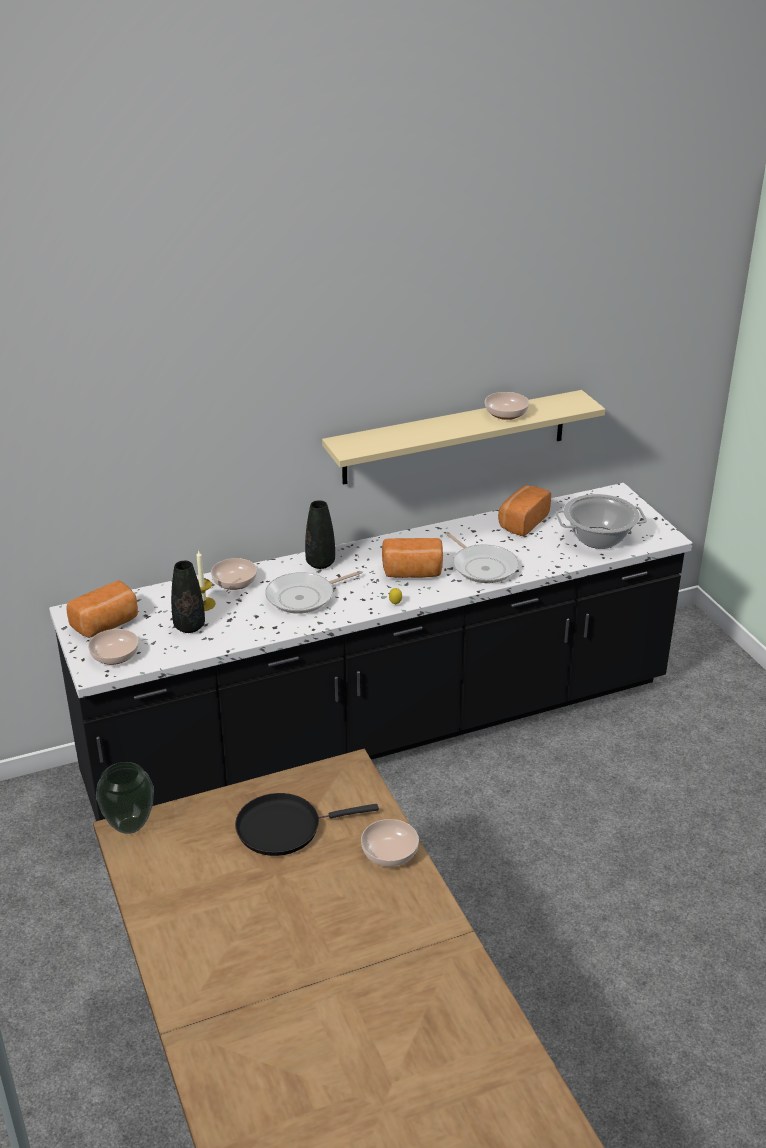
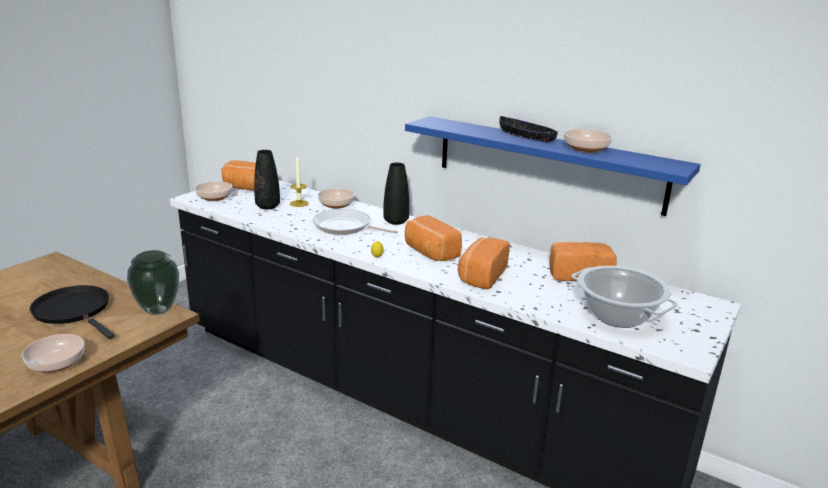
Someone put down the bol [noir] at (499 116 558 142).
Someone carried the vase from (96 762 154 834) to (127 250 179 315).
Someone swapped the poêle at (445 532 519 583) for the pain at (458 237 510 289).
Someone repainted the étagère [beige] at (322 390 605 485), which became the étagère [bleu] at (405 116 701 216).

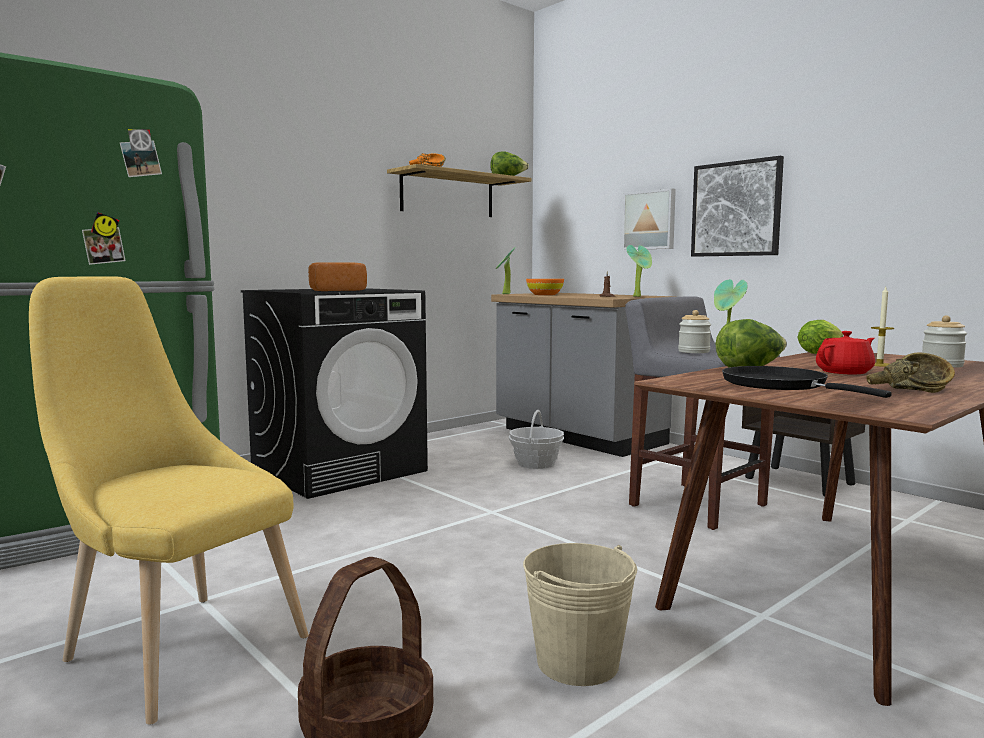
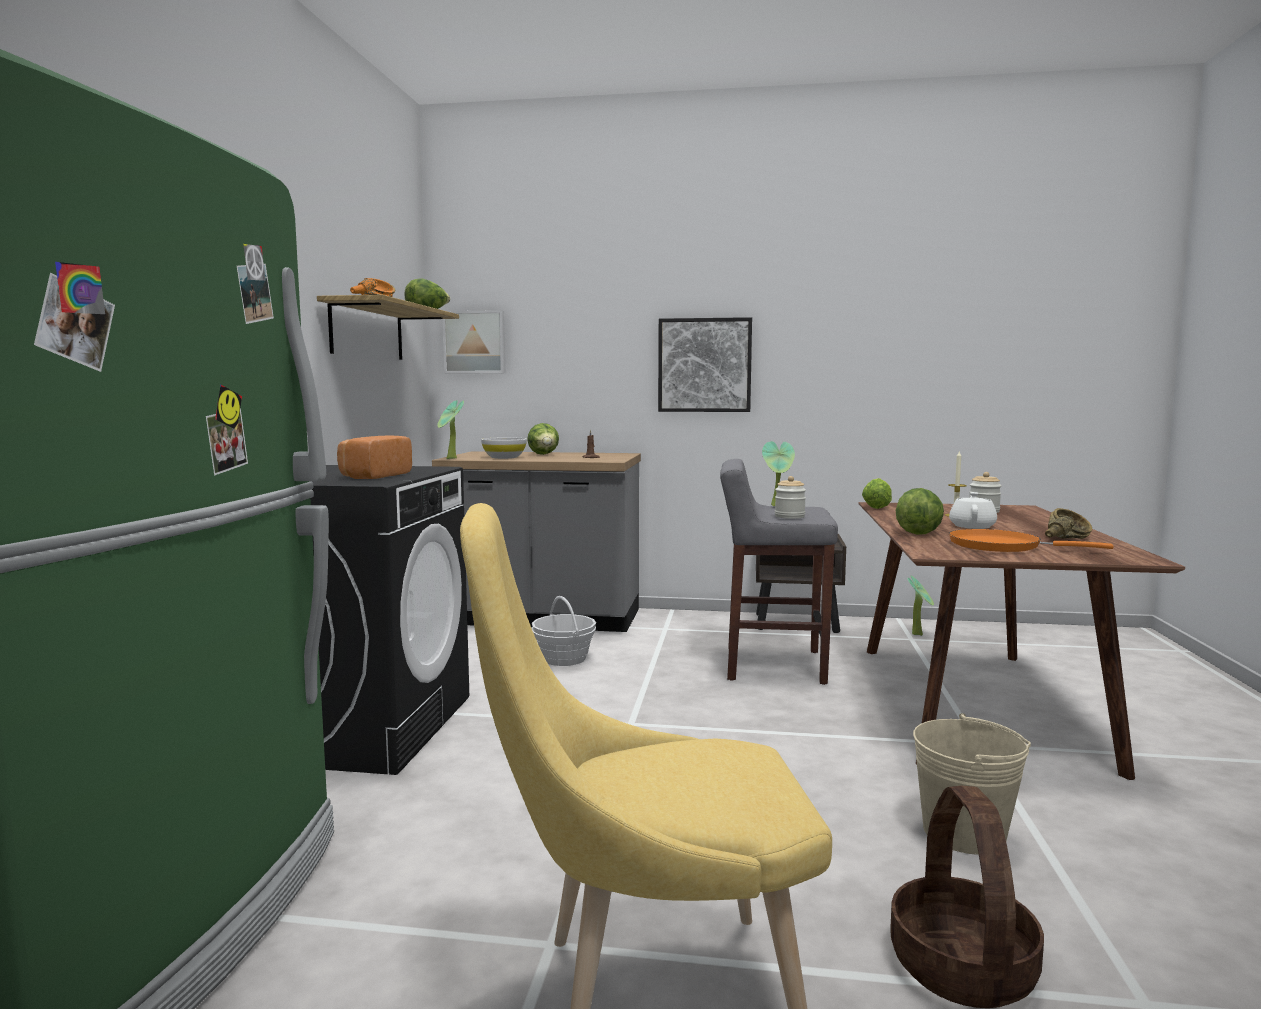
Someone put down the laitue at (527 423 559 455).
Someone carried the tableau from (622 188 676 250) to (443 310 505 373).
Someone carried the plante en pot from (626 245 652 297) to (907 576 934 636).
Someone repainted the bol [orange] at (526 279 564 295), which became the bol [blanc] at (481 437 527 459).
Someone repainted the poêle [noir] at (722 366 892 398), which became the poêle [orange] at (949 529 1114 552).
Someone repainted the théière [rouge] at (816 331 875 374), which became the théière [blanc] at (949 492 997 529).

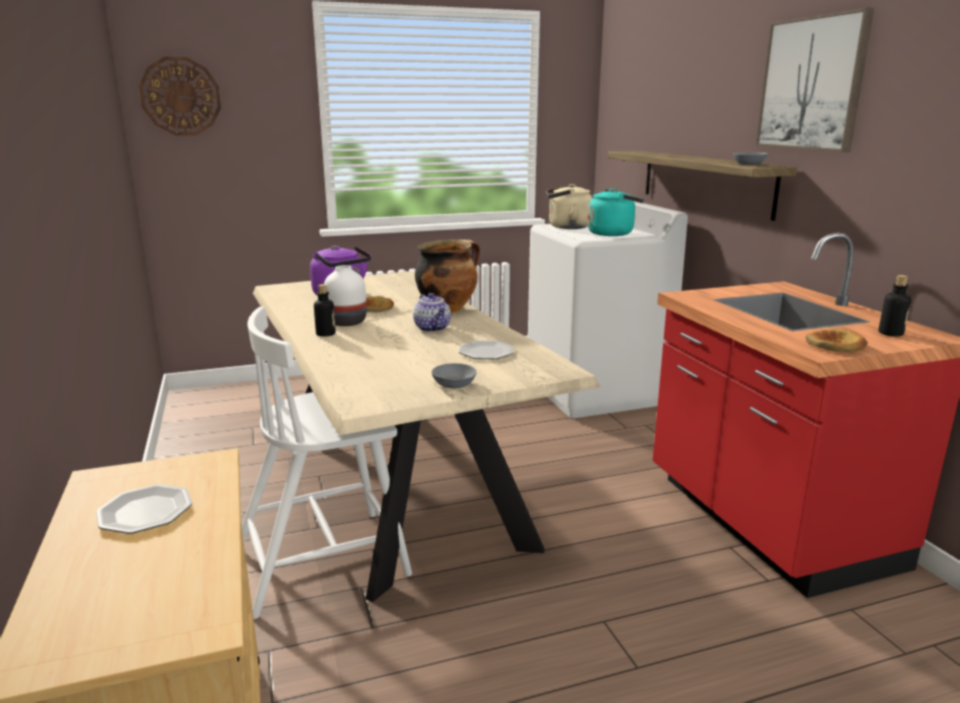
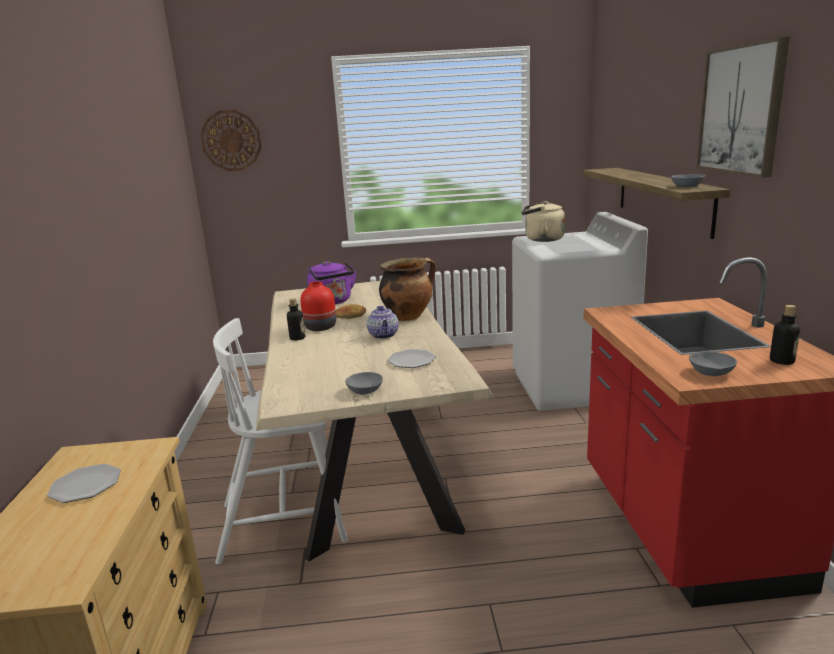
Someone took away the bouilloire [turquoise] at (588 188 644 236).
Someone swapped the pain at (805 329 868 352) for the bol [gris] at (689 351 737 376).
Someone repainted the vase [blanc] at (324 265 367 326), which became the vase [rouge] at (300 281 336 331).

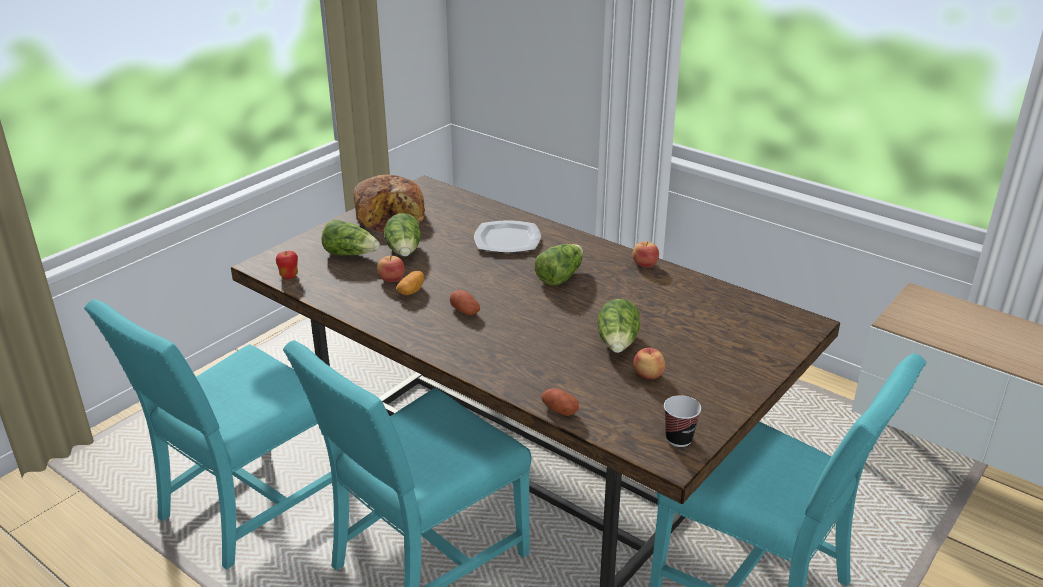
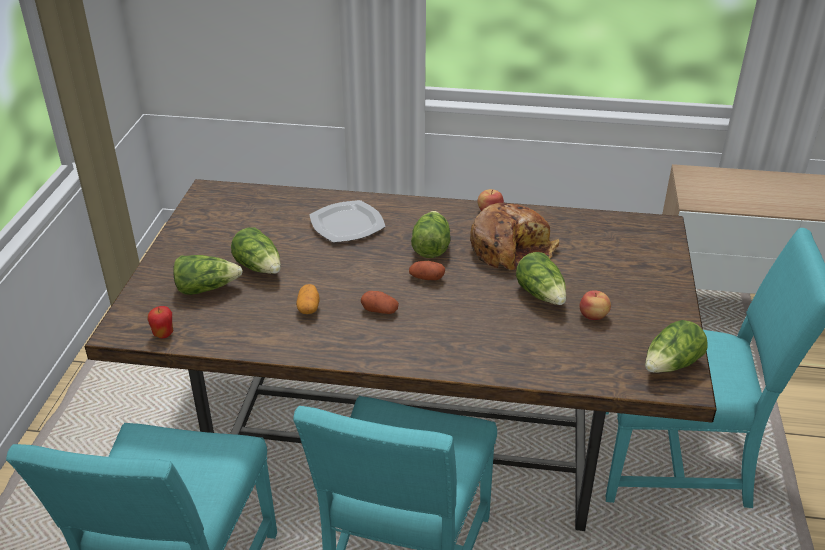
Someone took away the pomme at (377 256 405 282).
Someone carried the pain from (353 175 427 232) to (470 203 559 270).
Someone carried the pomme de terre from (541 388 579 416) to (409 261 445 280).
Someone swapped the tasse at (664 395 701 447) for the laitue at (645 320 708 373).

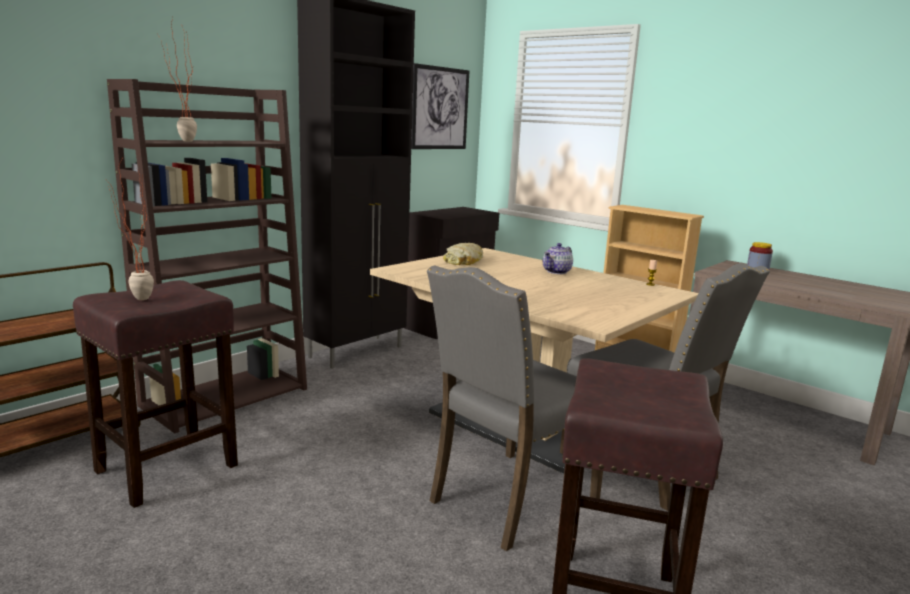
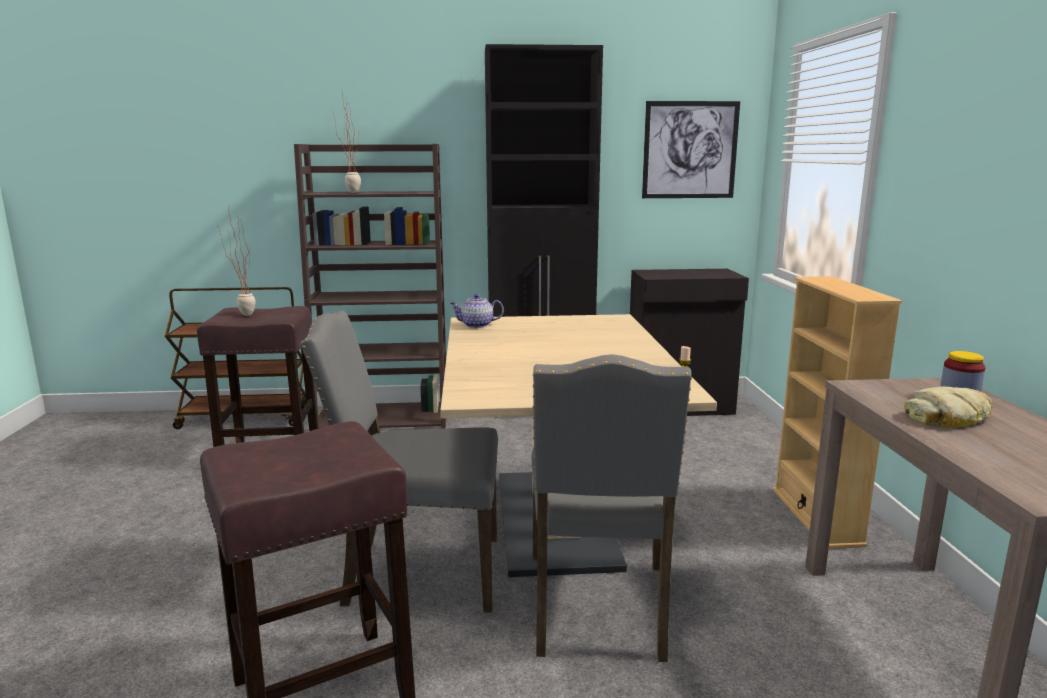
Someone carried the pain from (443 243 483 265) to (904 386 993 428).
Someone carried the théière from (543 243 573 274) to (450 294 504 328).

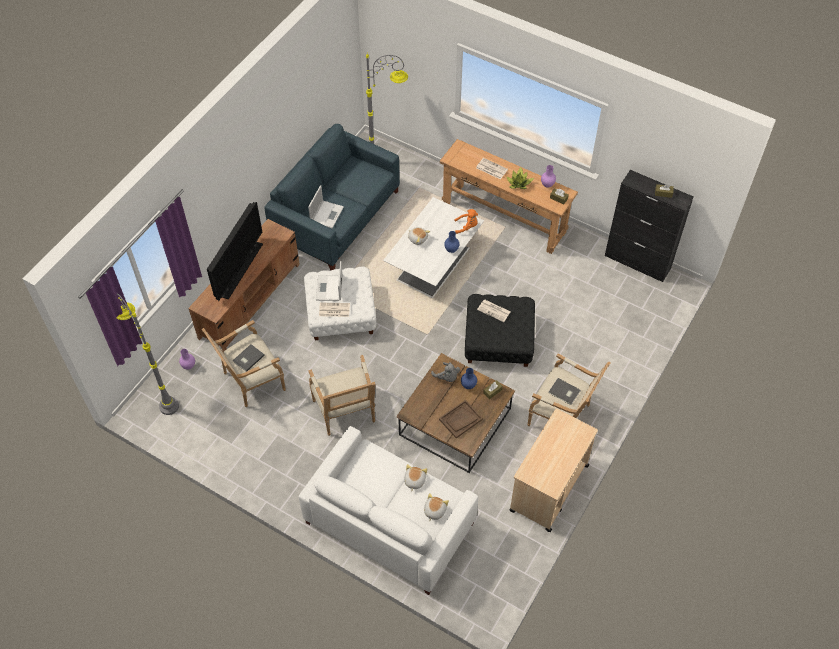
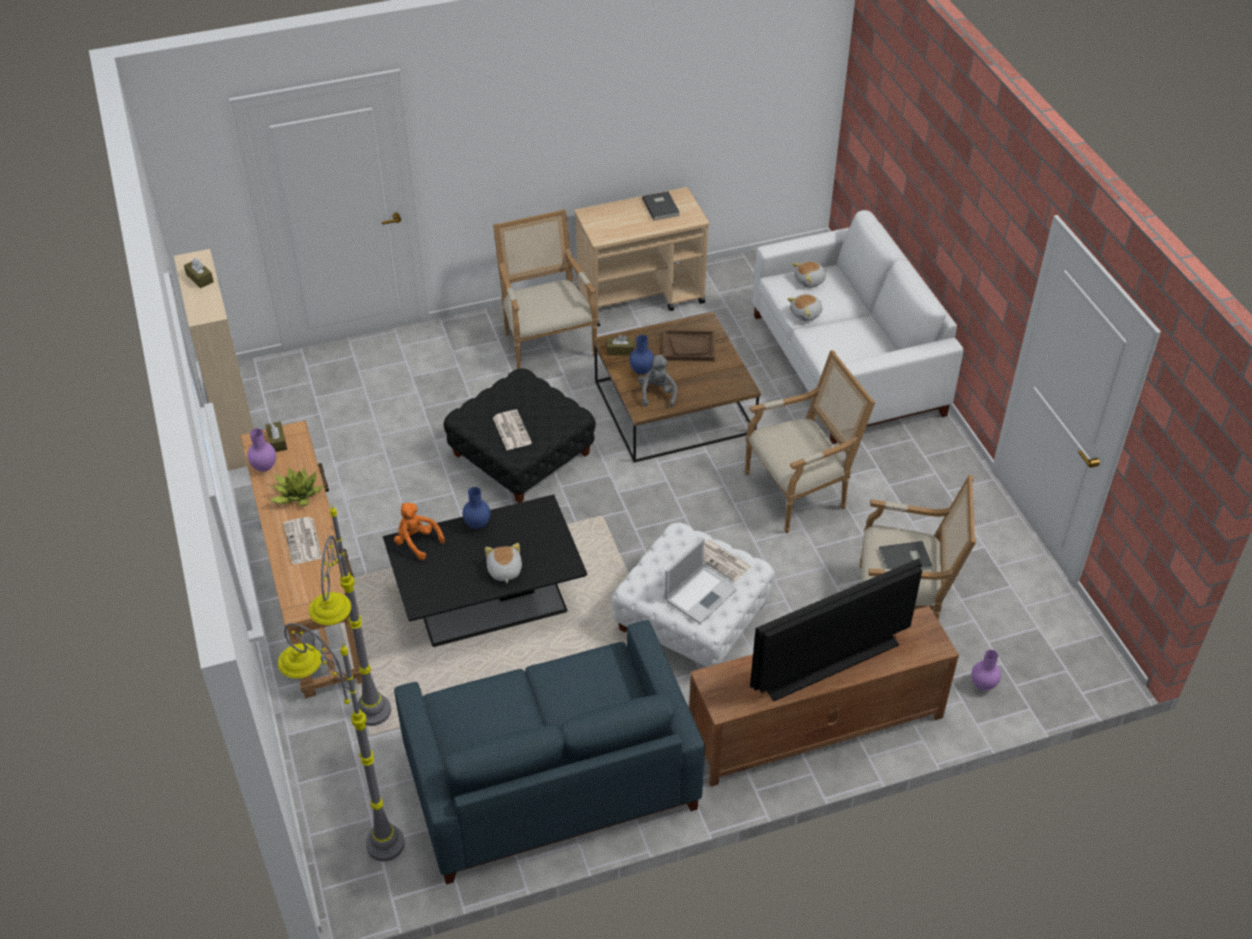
Someone took away the ordinateur portable at (308 185 344 228).
Someone carried the lampadaire [gris] from (117 294 179 415) to (309 504 391 726).
Someone carried the livre [gris] from (549 378 581 405) to (642 191 680 220).
Someone repainted the table basse [blanc] at (383 197 484 298), which became the table basse [noir] at (383 494 587 647).
Someone repainted the meuble de rangement [noir] at (605 170 694 282), which became the meuble de rangement [beige] at (174 249 254 471).
Someone rotated the fauteuil at (308 355 376 436) by 45 degrees clockwise.

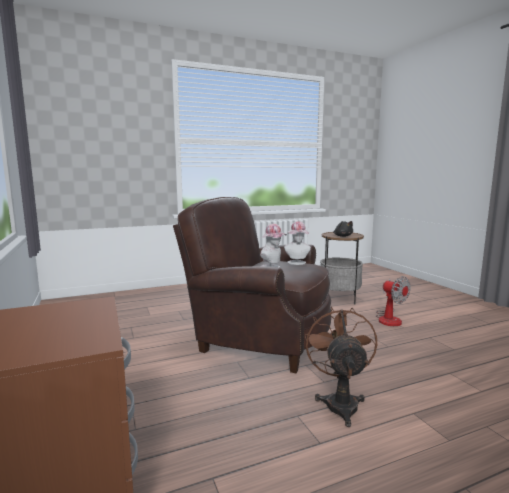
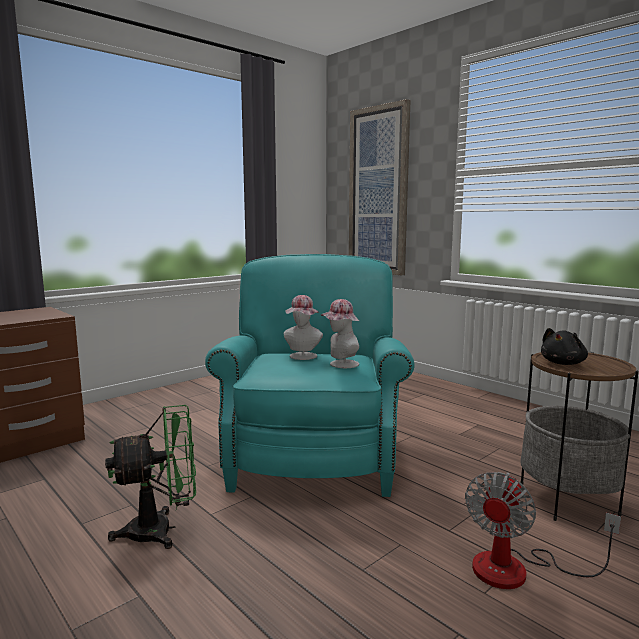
Someone put up the tableau at (349 99 410 276).
Someone repainted the fauteuil [marron] at (173 197 331 373), which became the fauteuil [turquoise] at (205 254 415 497).
Someone repainted the ventilateur [marron] at (305 306 377 427), which became the ventilateur [vert] at (105 405 196 549).

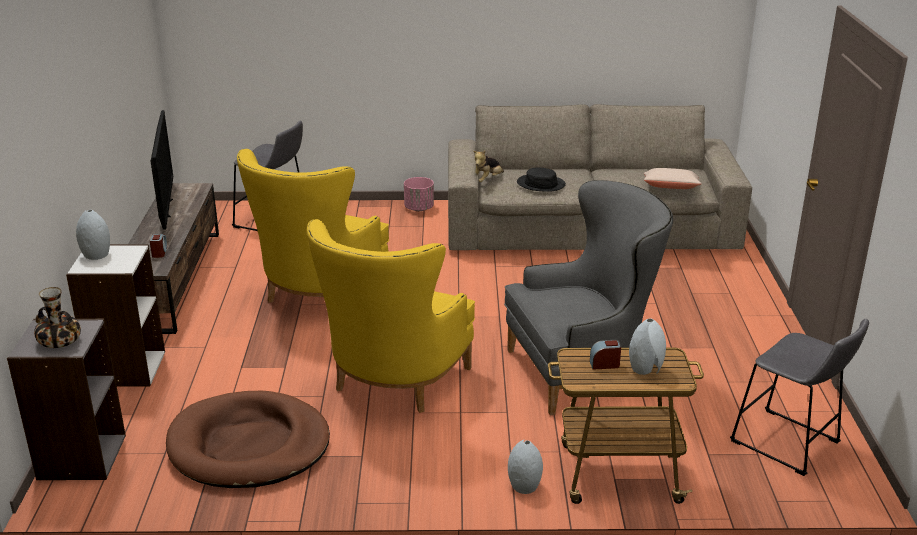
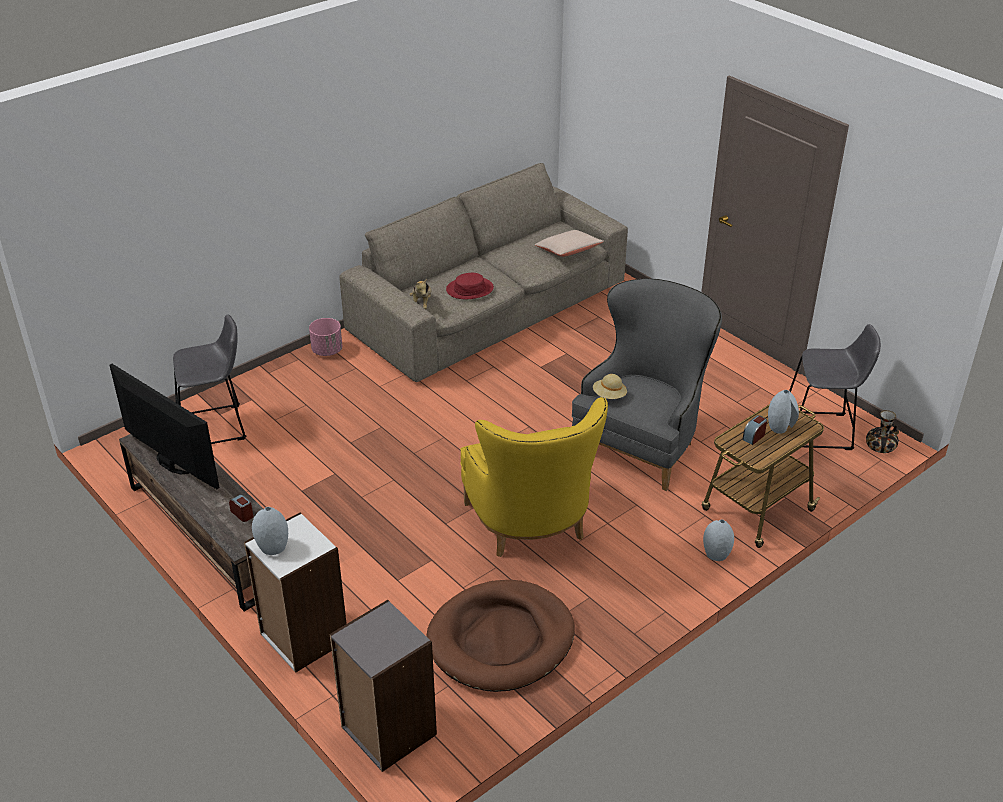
Someone took away the fauteuil [jaune] at (237 149 389 303).
Someone put down the chapeau [beige] at (593 374 627 399).
Someone carried the vase from (34 287 81 348) to (866 410 899 453).
Someone repainted the chapeau [noir] at (517 167 566 192), which became the chapeau [rouge] at (446 273 494 299).

